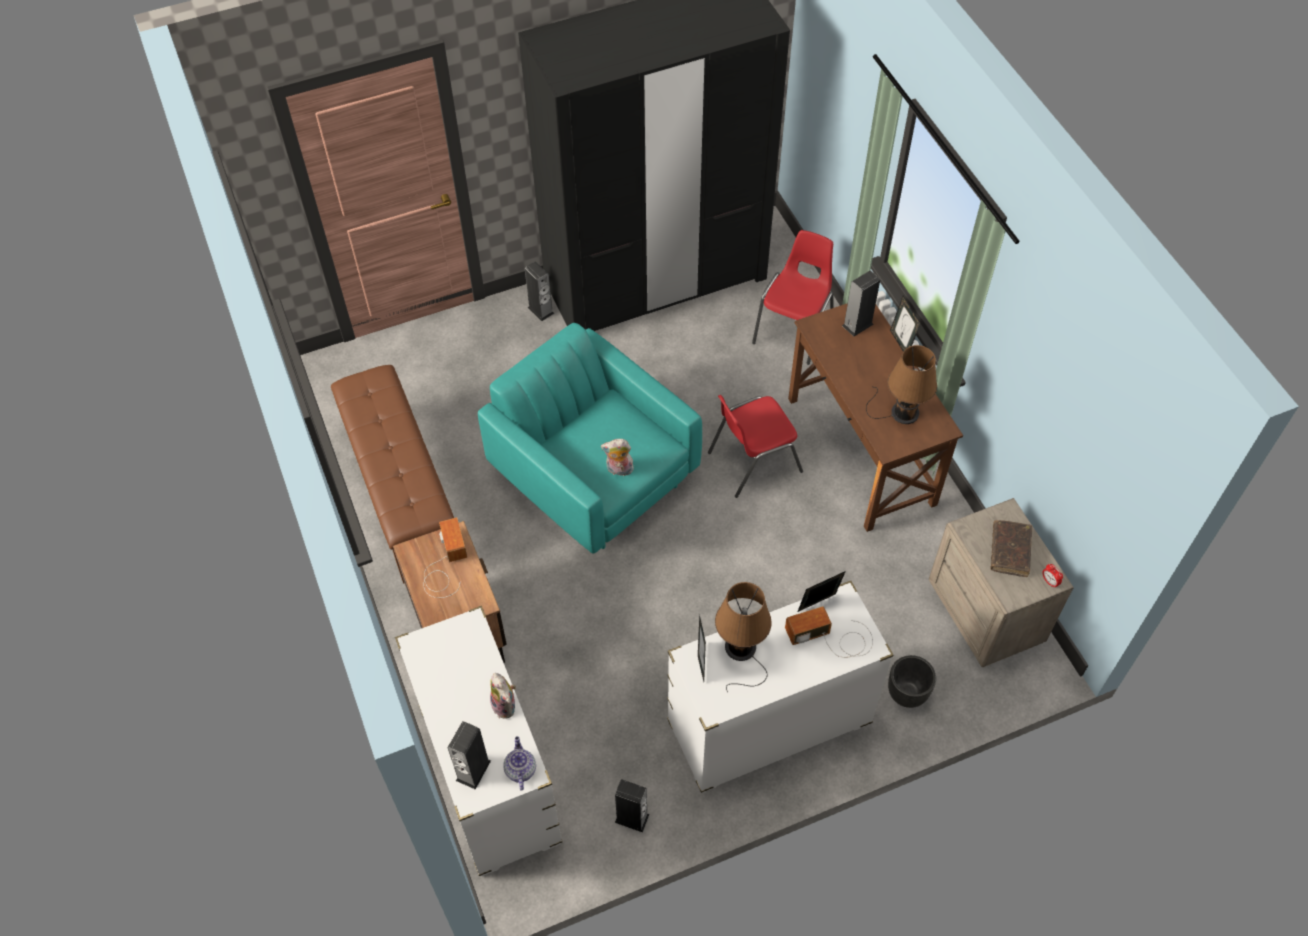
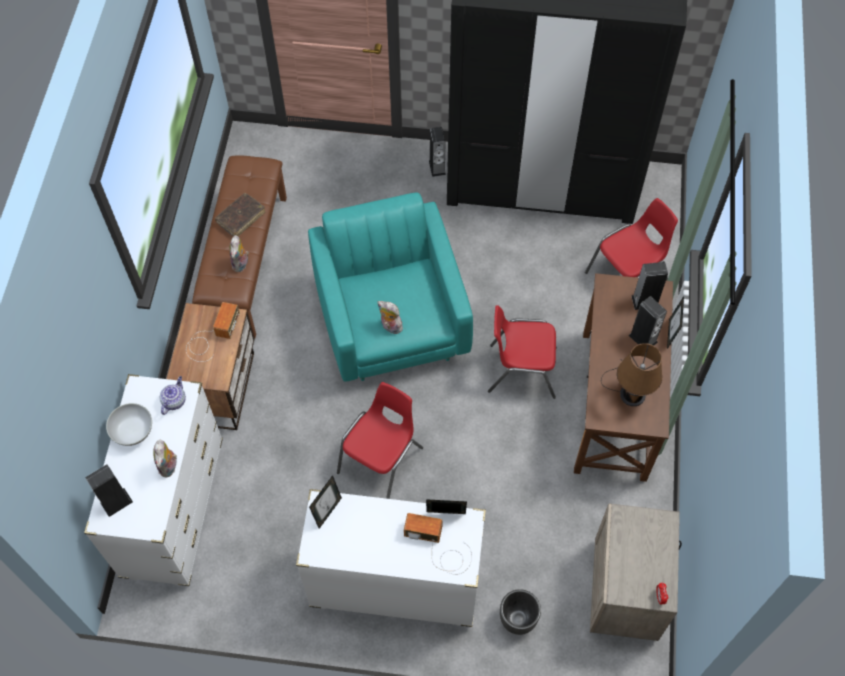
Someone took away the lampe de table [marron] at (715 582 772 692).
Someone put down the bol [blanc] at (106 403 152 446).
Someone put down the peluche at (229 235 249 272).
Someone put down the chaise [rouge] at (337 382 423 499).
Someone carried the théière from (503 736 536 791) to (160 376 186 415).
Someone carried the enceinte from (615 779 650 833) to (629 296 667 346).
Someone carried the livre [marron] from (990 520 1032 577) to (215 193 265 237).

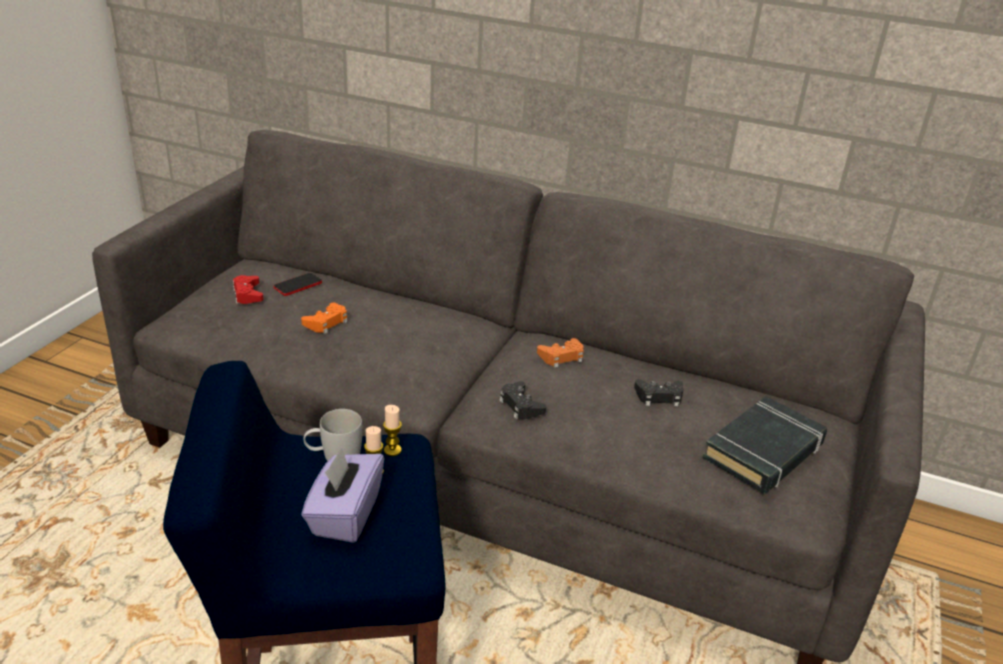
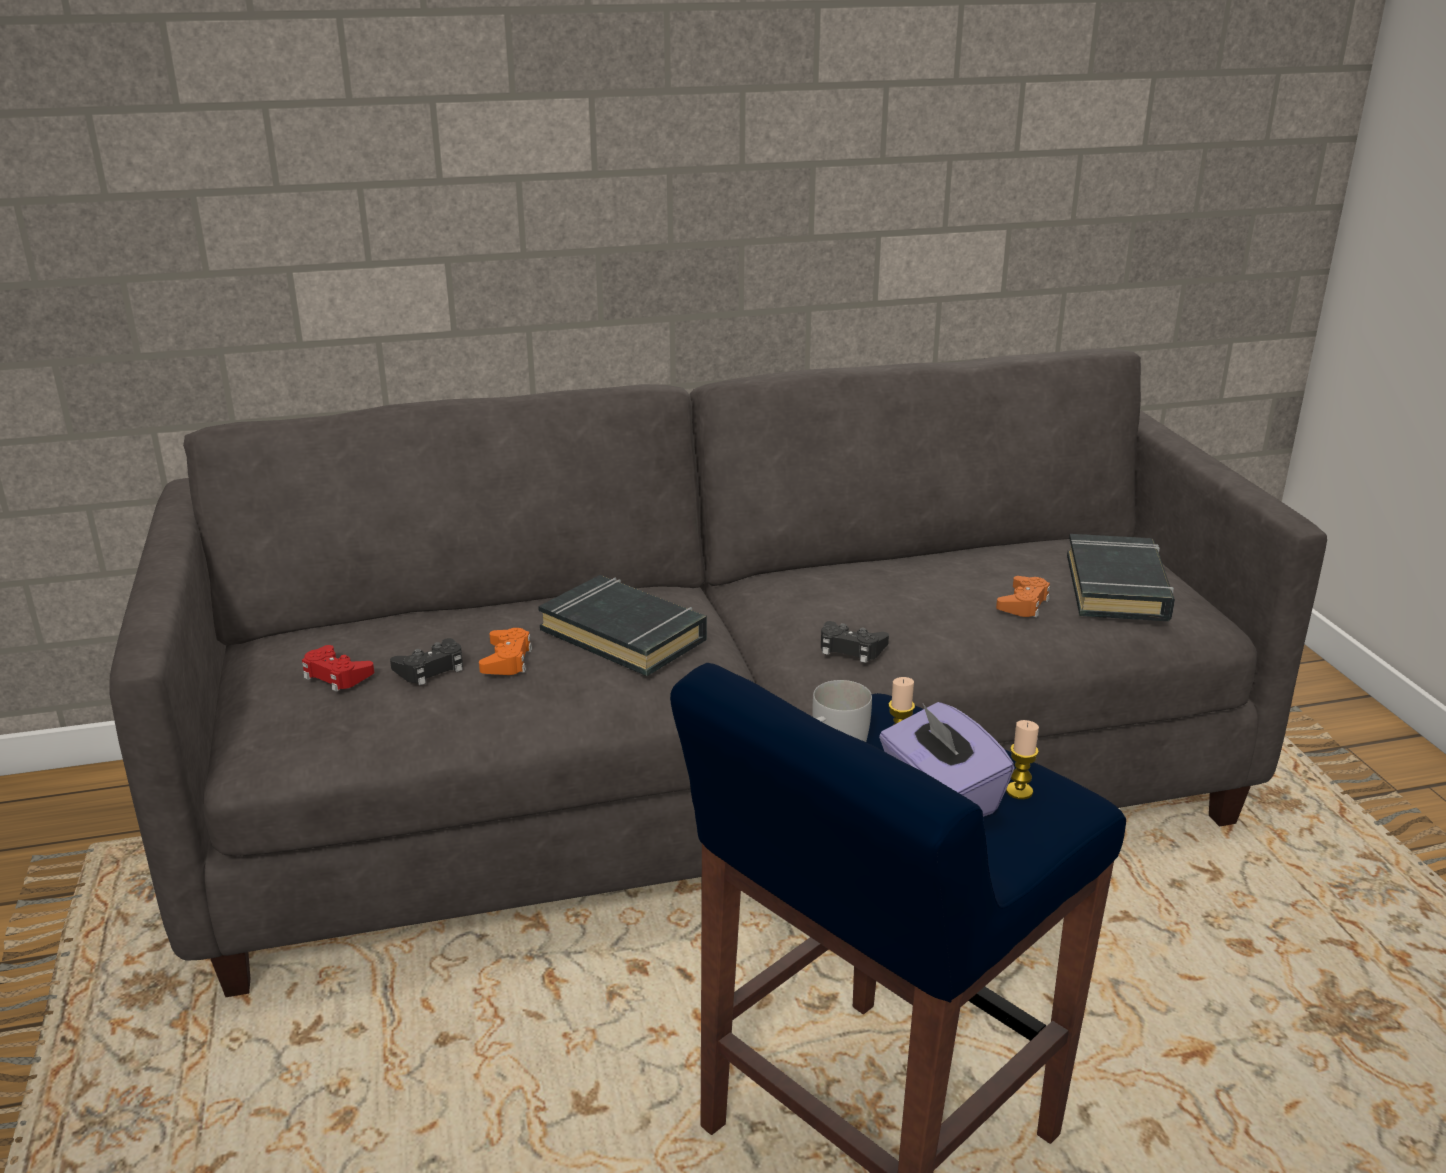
Someone took away the téléphone at (273 273 322 296).
Someone put down the livre [noir] at (538 575 707 676).
Someone carried the bougie from (383 405 402 456) to (1006 720 1039 799).
Someone carried the manette [orange] from (537 338 584 368) to (996 576 1050 618).
Someone carried the manette [noir] from (634 379 683 407) to (390 638 463 685).

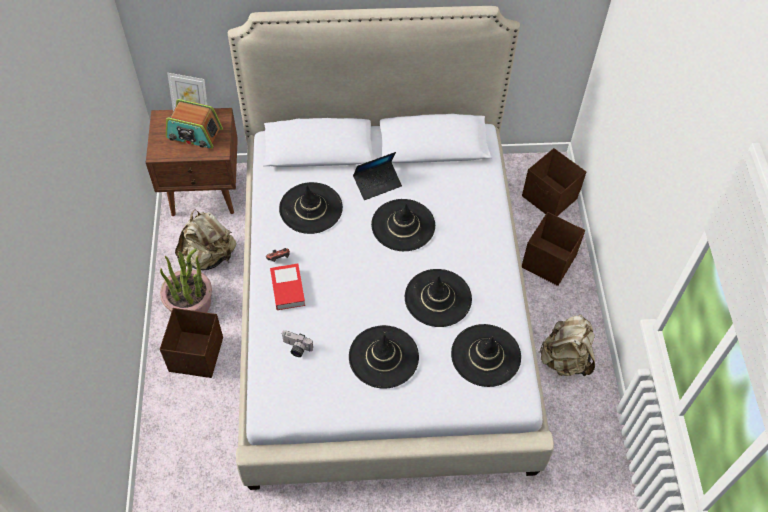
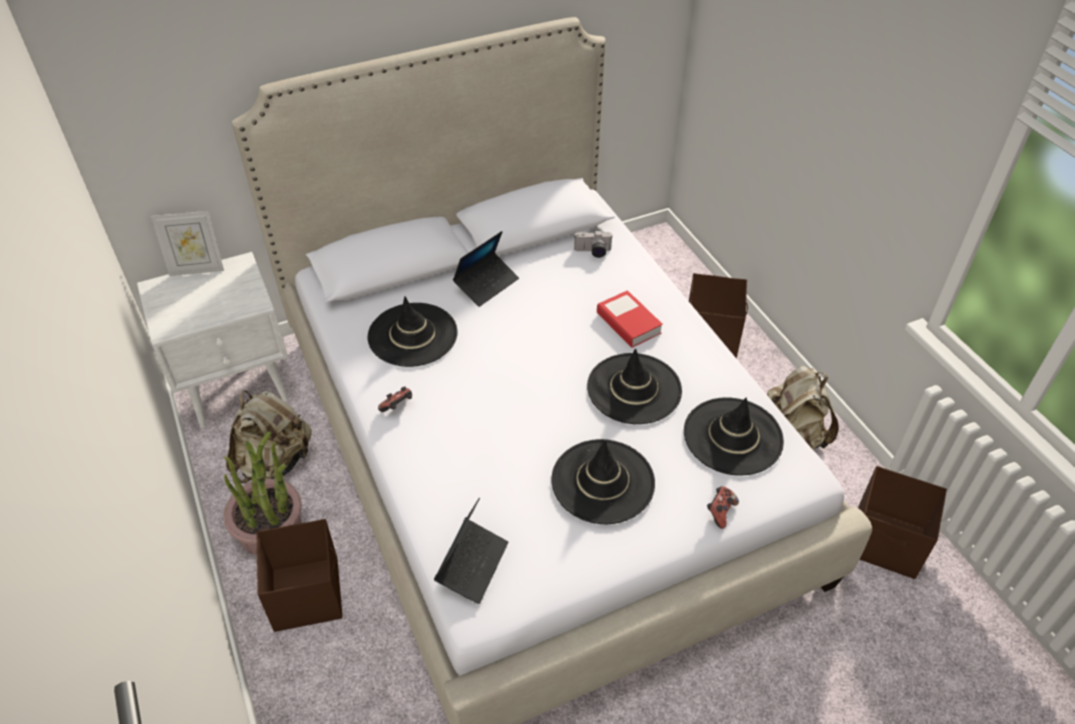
Someone took away the radio at (166 99 223 149).
Someone took away the chapeau [noir] at (371 199 435 251).
Someone put down the ordinateur portable at (434 498 508 604).
Someone put down the manette at (707 486 739 529).
Someone carried the livre from (270 263 305 310) to (597 290 663 348).
Someone carried the appareil photo from (282 330 313 357) to (574 230 613 258).
Someone carried the boîte de rangement [marron] from (522 148 586 216) to (858 466 947 579).
Someone repainted the table de chevet [marron] at (146 108 238 216), which became the table de chevet [blanc] at (137 252 289 428).

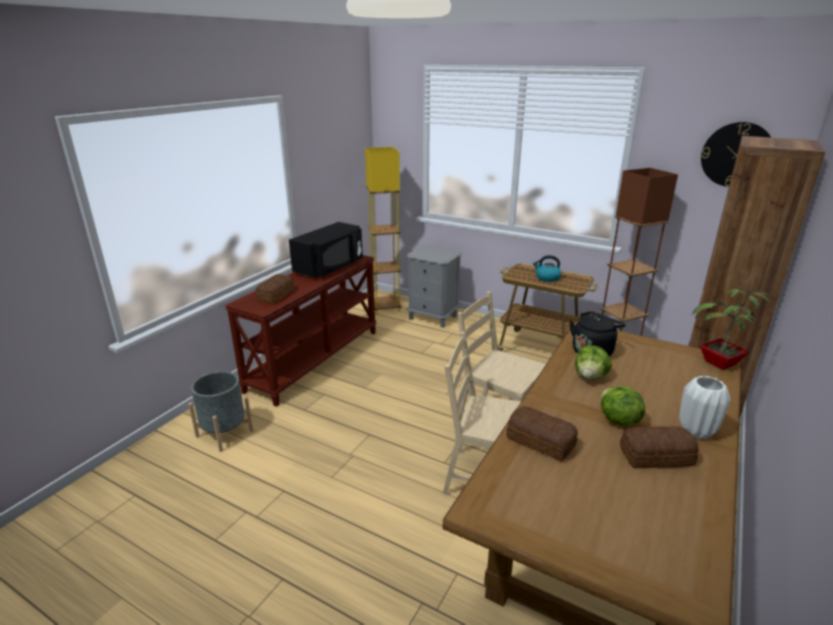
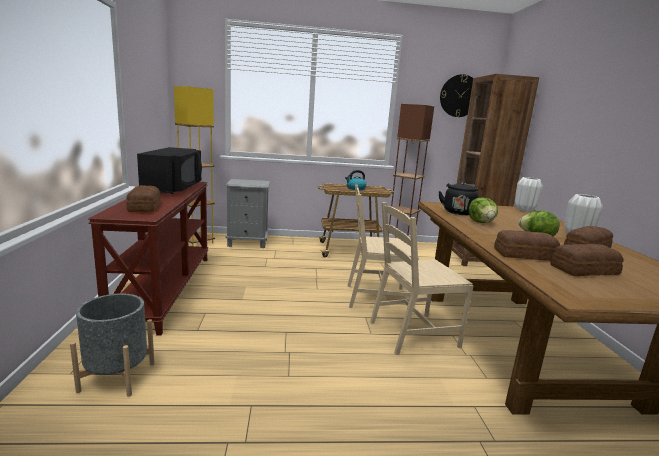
Someone put down the pain at (550 244 624 276).
Someone swapped the plante en pot at (692 283 771 370) for the vase [blanc] at (515 177 543 212).

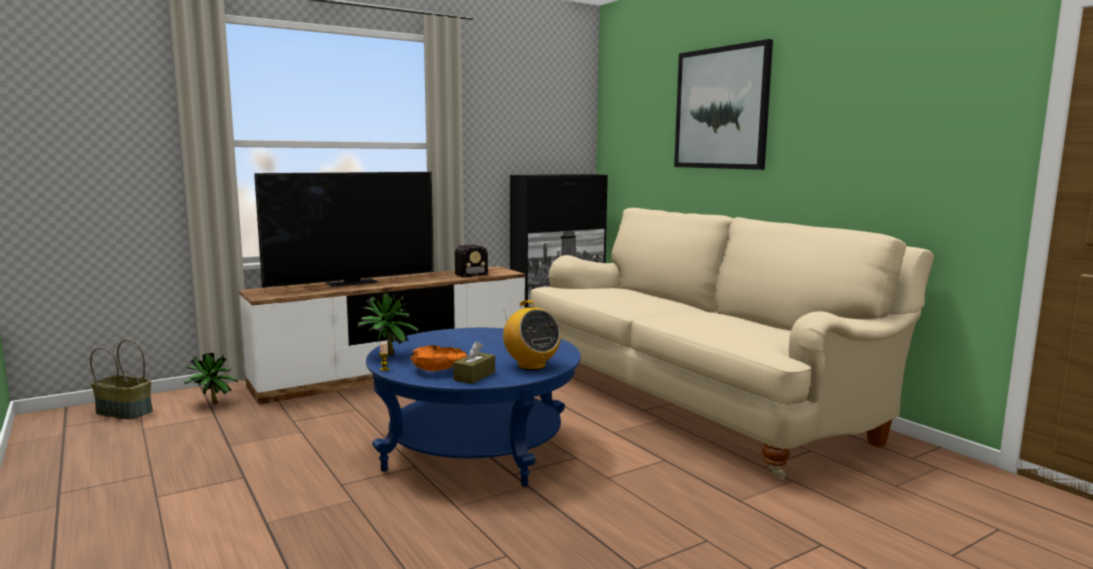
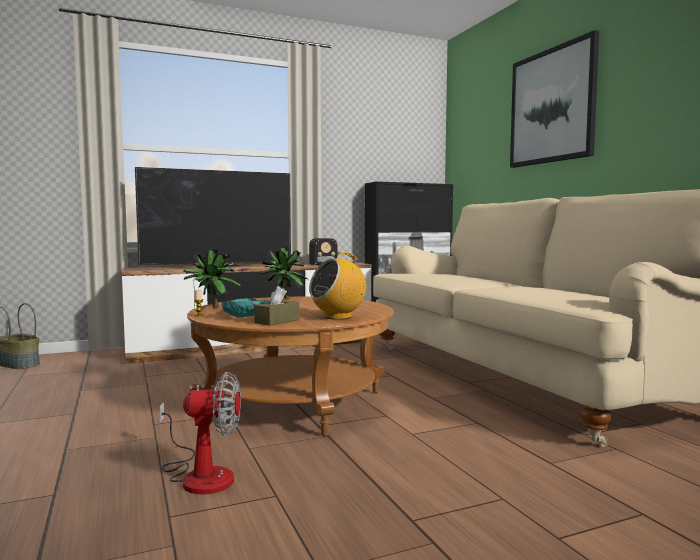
Someone put down the ventilateur at (160 372 241 494).
Someone carried the plante en pot from (184 353 238 404) to (260 247 308 300).
Someone repainted the table basse [bleu] at (366 328 581 487), which became the table basse [marron] at (187 297 394 436).
Someone repainted the bol [orange] at (411 345 467 371), which became the bol [turquoise] at (221 298 271 317).
Someone rotated the radio at (503 300 561 370) by 75 degrees clockwise.

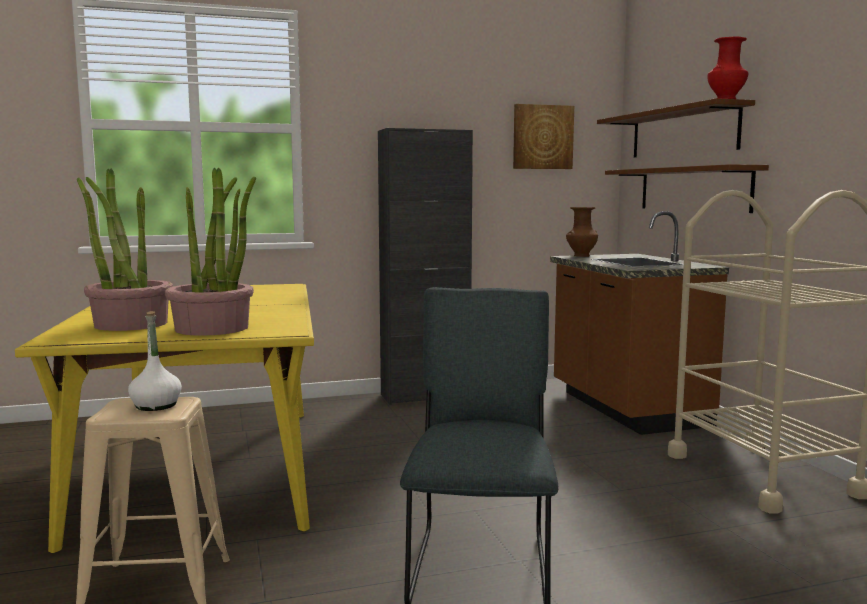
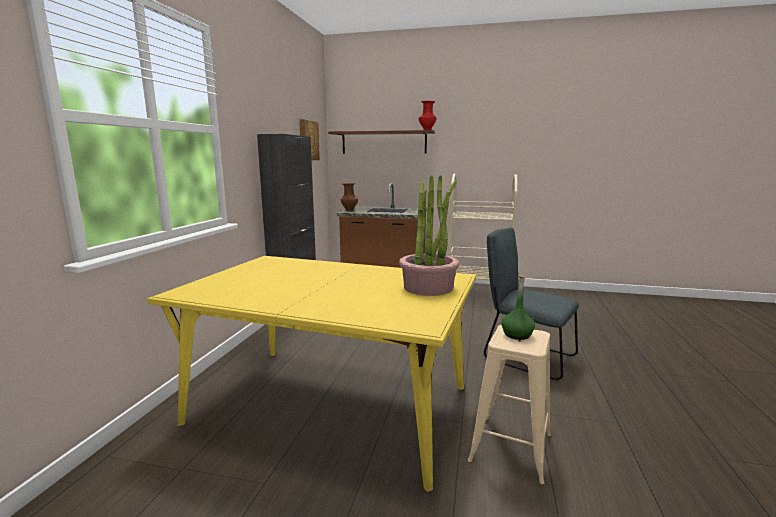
Someone took away the plante en pot at (77 168 173 331).
Someone took away the étagère [marron] at (605 164 769 213).
Someone repainted the bouteille [blanc] at (128 311 182 411), which became the bouteille [vert] at (501 275 535 340).

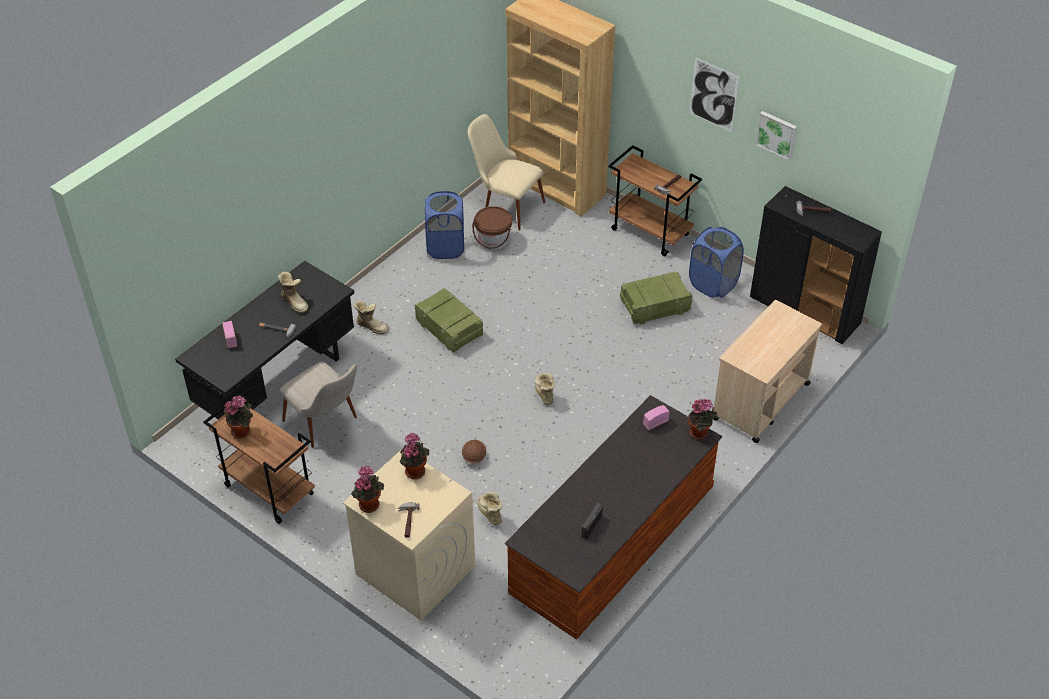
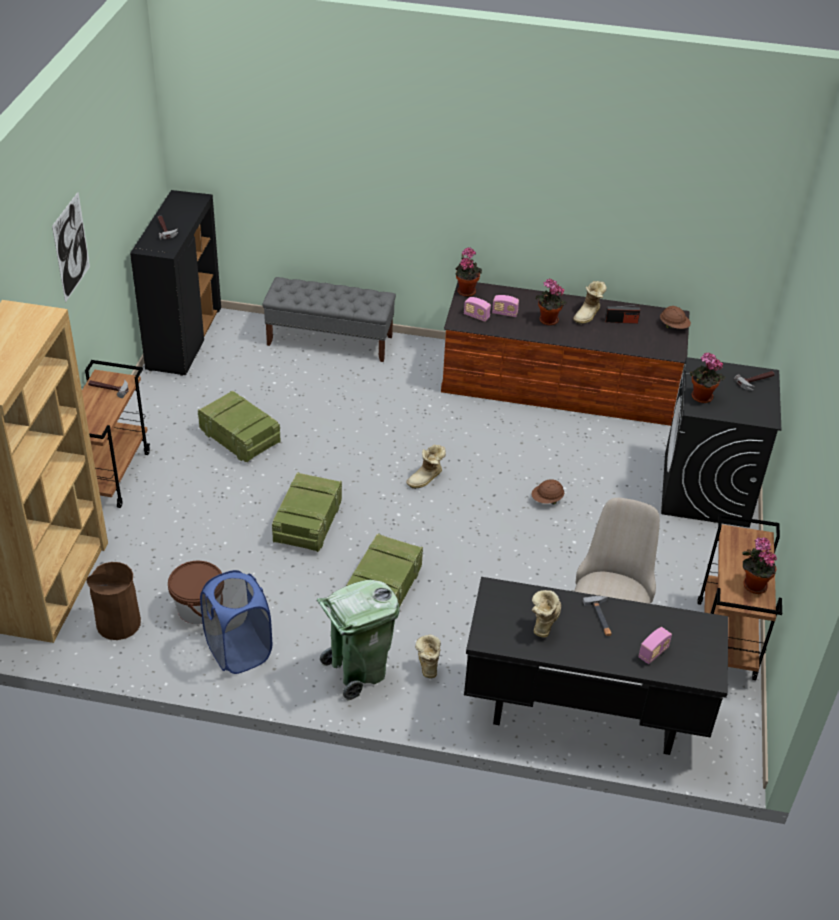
Someone took away the panier à linge [bleu] at (689 227 744 298).
Someone took away the tableau at (755 111 797 160).
Someone put down the caisse at (272 472 342 552).
Someone put down the poubelle [vert] at (317 580 400 700).
Someone put down the radio at (492 295 519 317).
Someone put down the casque de chantier [marron] at (660 306 691 329).
Someone carried the plante en pot from (351 466 384 513) to (536 279 567 326).
Someone carried the botte from (478 492 502 525) to (573 281 607 325).
Someone swapped the chaise [beige] at (468 114 545 230) for the poubelle [marron] at (87 562 141 640).
Someone swapped the chariot [beige] at (713 300 822 443) for the banc [gris] at (262 277 396 362).
Someone repainted the lave-linge [beige] at (343 449 475 620), which became the lave-linge [noir] at (661 357 781 528).

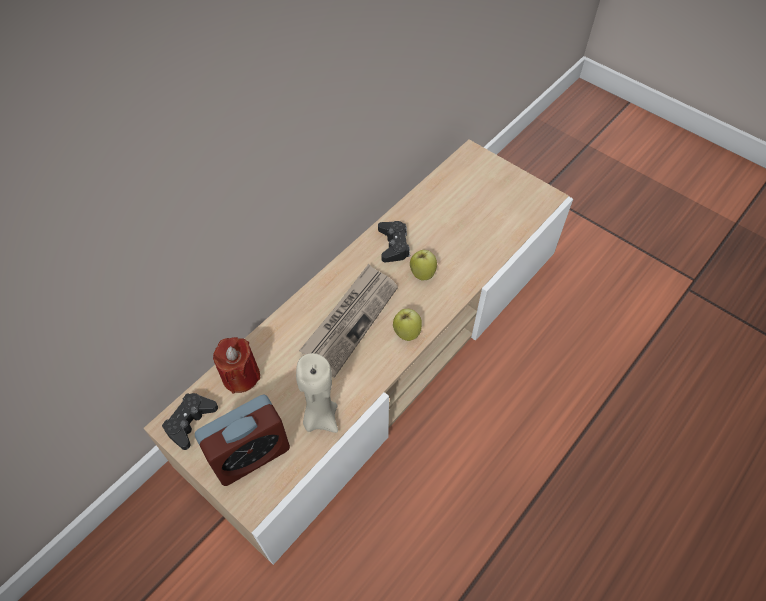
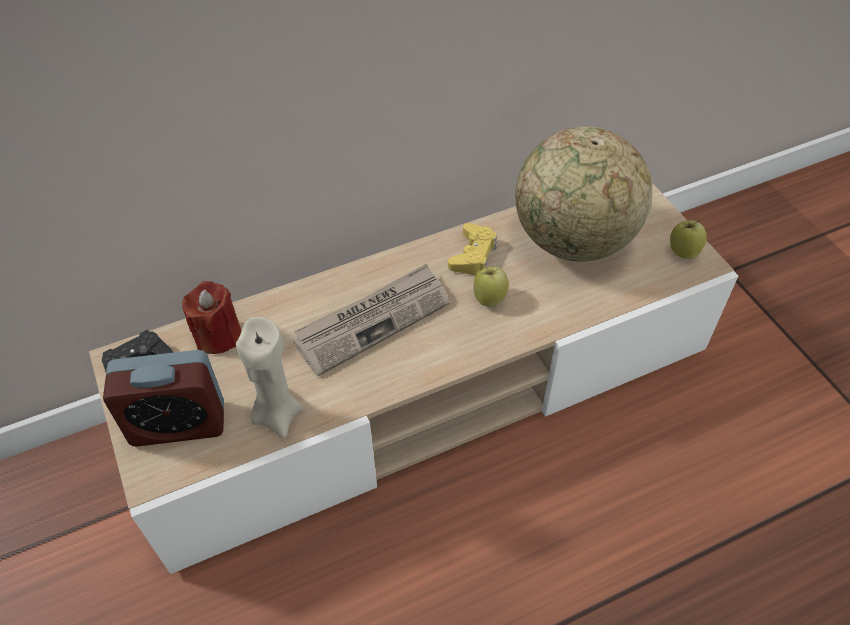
Someone put down the globe at (515 126 652 262).
Someone carried the pomme from (393 309 422 341) to (670 220 707 259).
Someone repainted the manette [noir] at (378 221 410 262), which became the manette [jaune] at (448 223 497 275).

